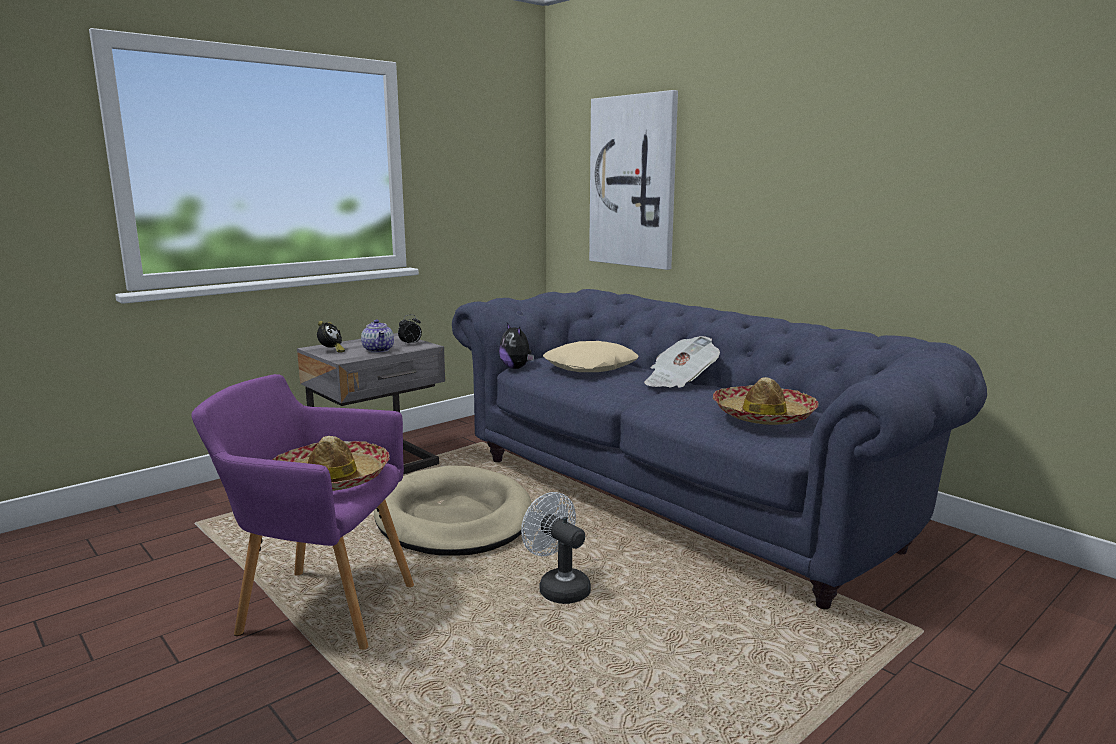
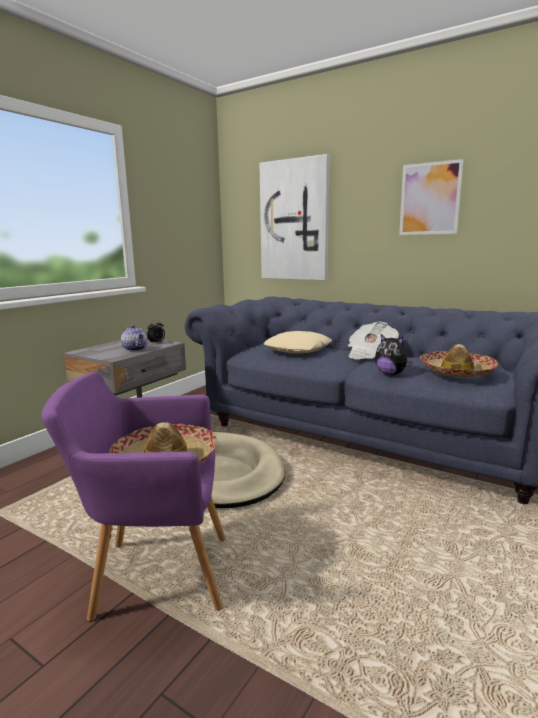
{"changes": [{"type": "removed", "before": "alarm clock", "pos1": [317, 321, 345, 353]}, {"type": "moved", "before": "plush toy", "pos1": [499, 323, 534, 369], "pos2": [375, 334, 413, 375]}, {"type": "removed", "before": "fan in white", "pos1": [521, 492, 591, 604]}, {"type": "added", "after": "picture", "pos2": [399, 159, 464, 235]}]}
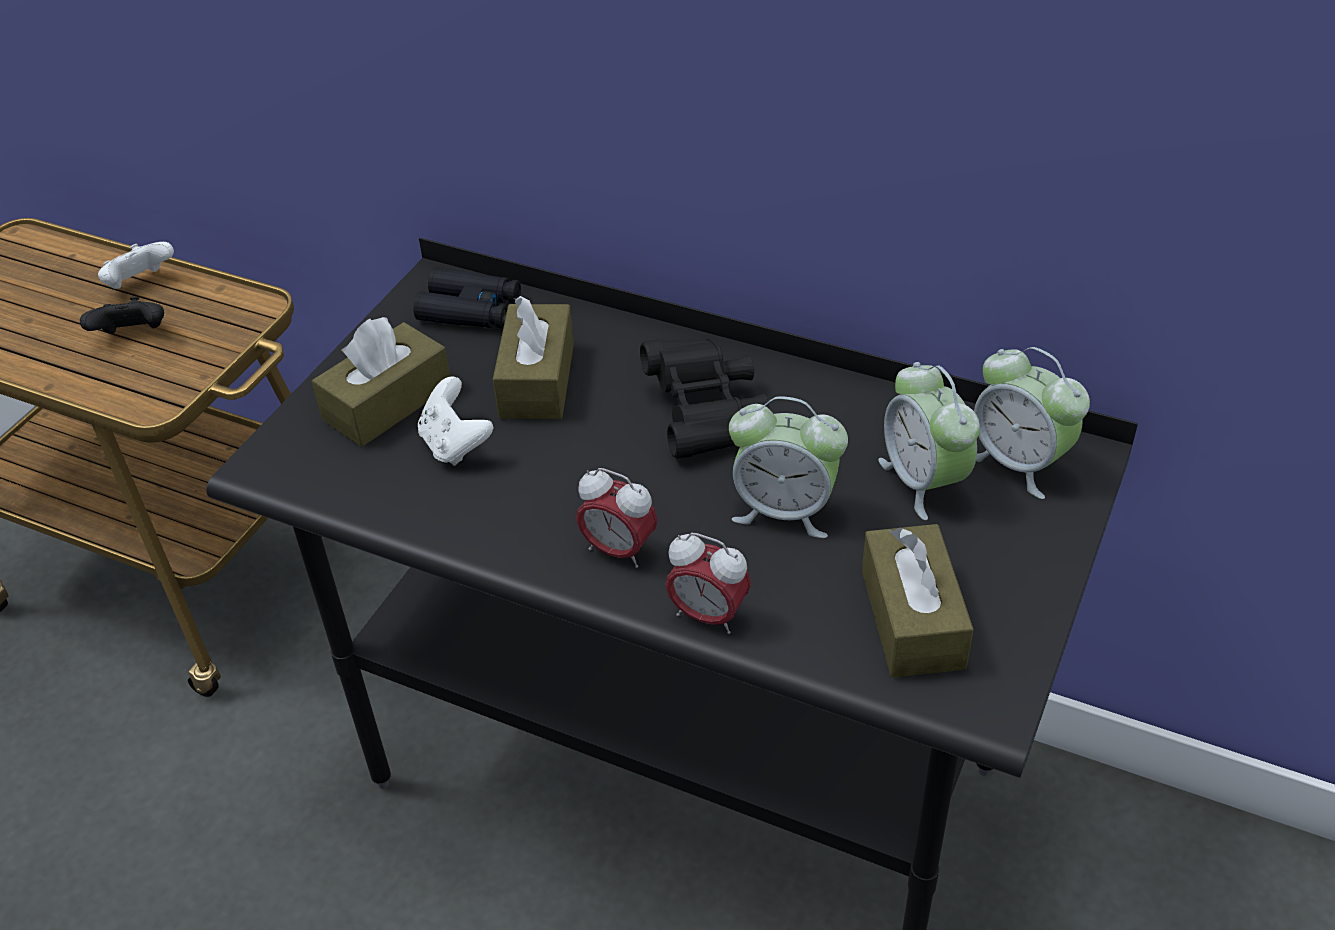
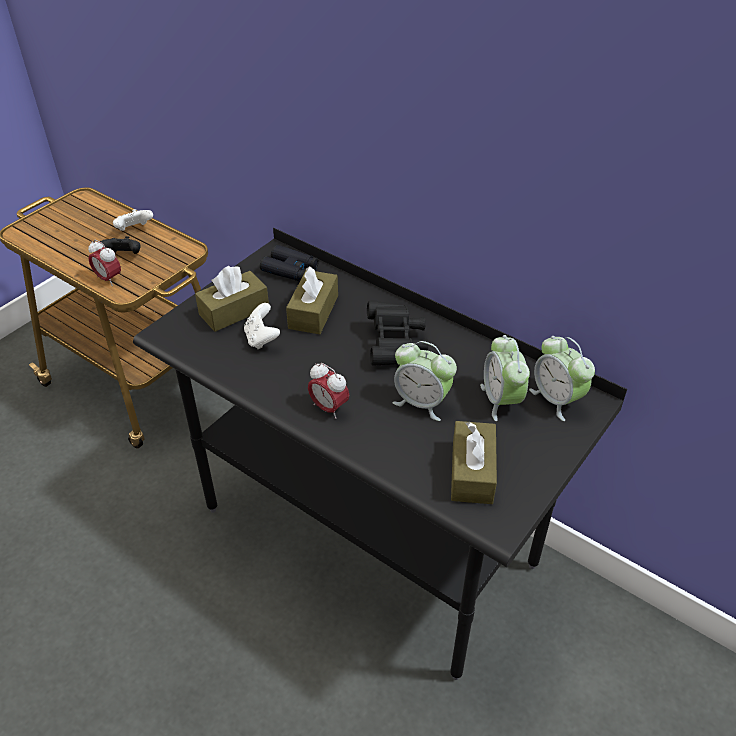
{"changes": [{"type": "moved", "before": "alarm clock", "pos1": [665, 533, 751, 634], "pos2": [88, 240, 121, 286]}]}
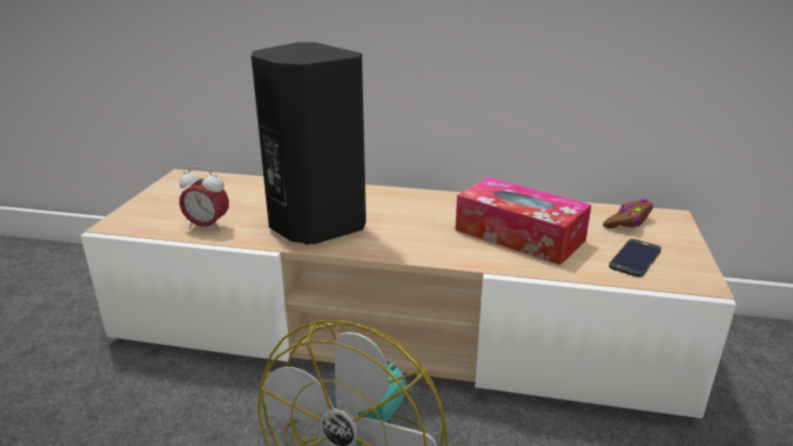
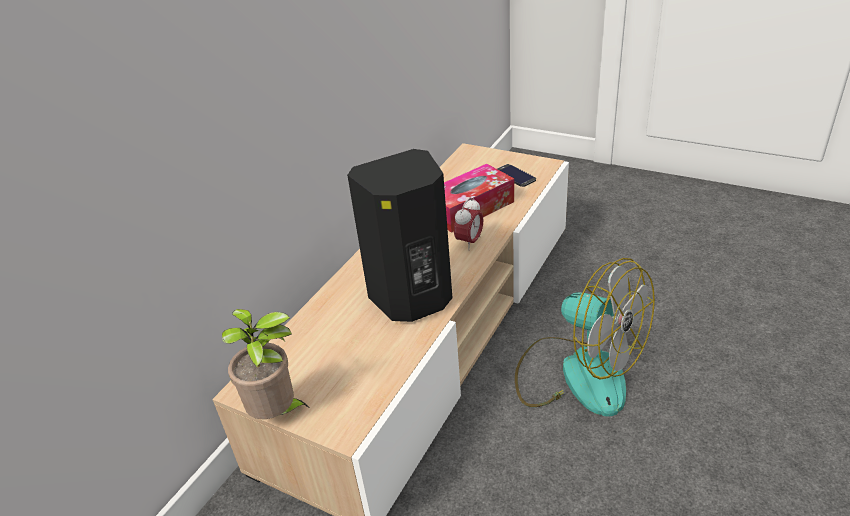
{"changes": [{"type": "moved", "before": "alarm clock", "pos1": [179, 166, 229, 232], "pos2": [454, 197, 484, 250]}, {"type": "removed", "before": "game controller in brown", "pos1": [603, 199, 653, 228]}, {"type": "added", "after": "potted plant", "pos2": [222, 309, 308, 419]}]}
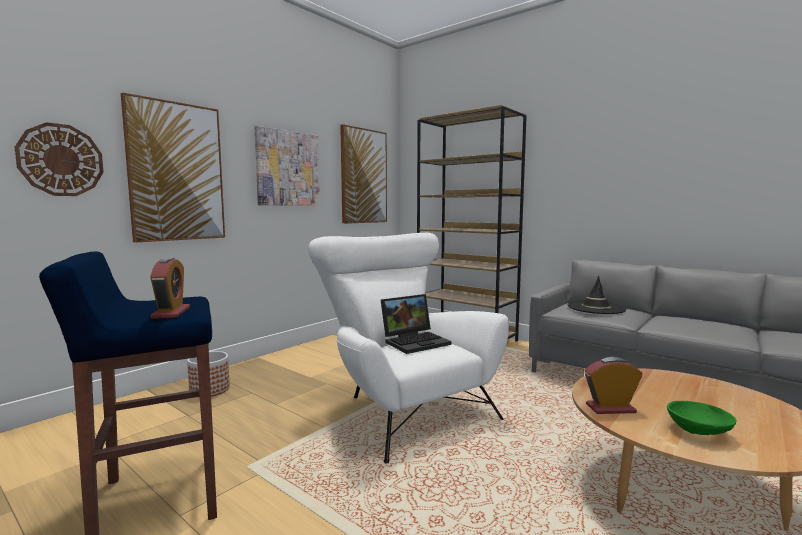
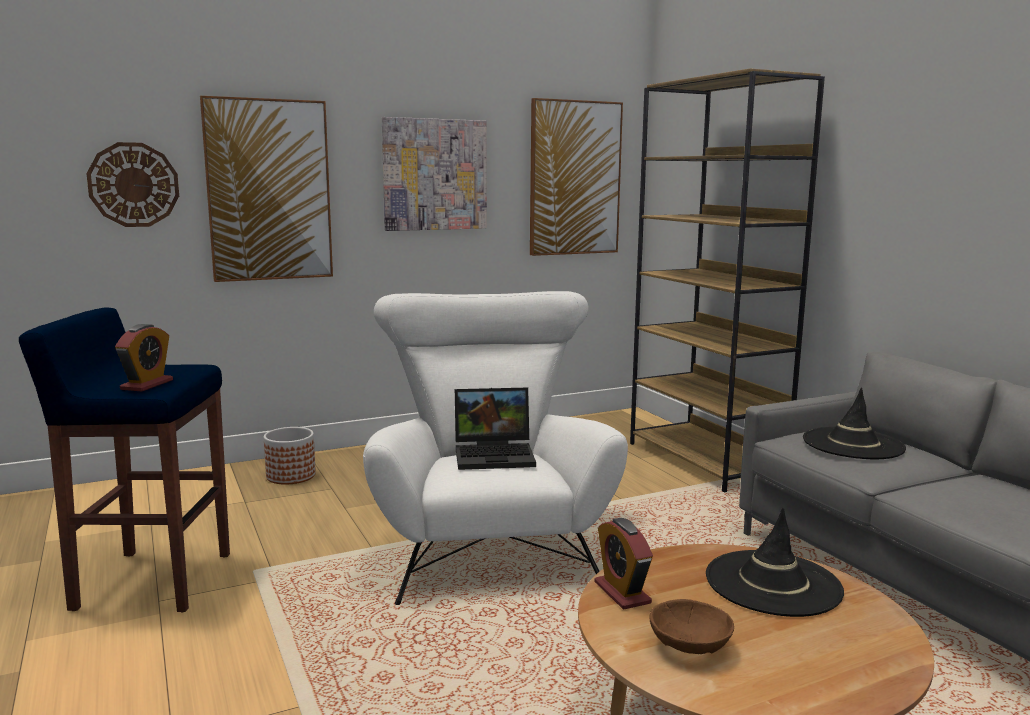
{"changes": [{"type": "turned", "before": "alarm clock", "pos1": [585, 357, 643, 414], "pos2": [594, 518, 653, 610], "turn": -135}, {"type": "recoloured", "before": "bowl in green", "after": "bowl in brown", "pos1": [667, 401, 736, 435], "pos2": [650, 599, 734, 654]}, {"type": "added", "after": "hat in black", "pos2": [706, 508, 844, 617]}]}
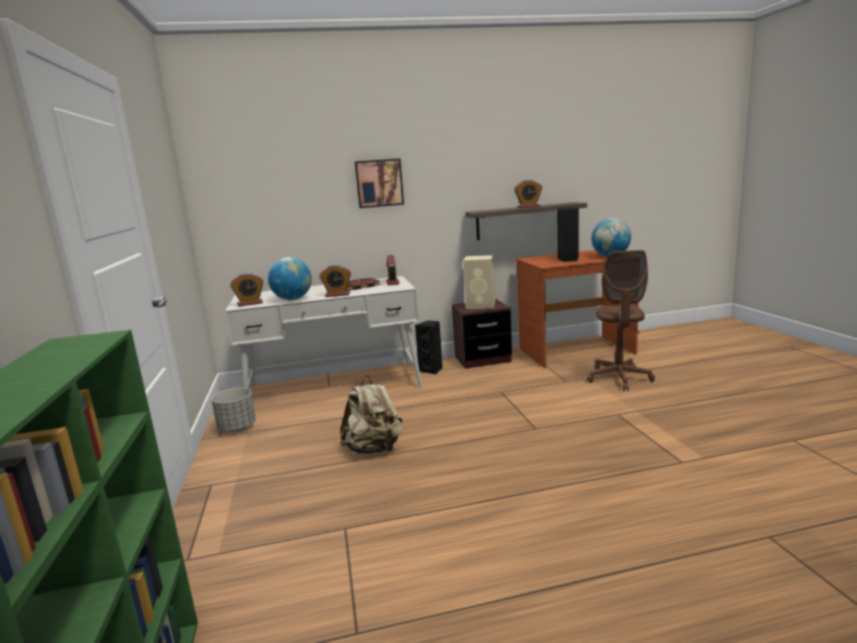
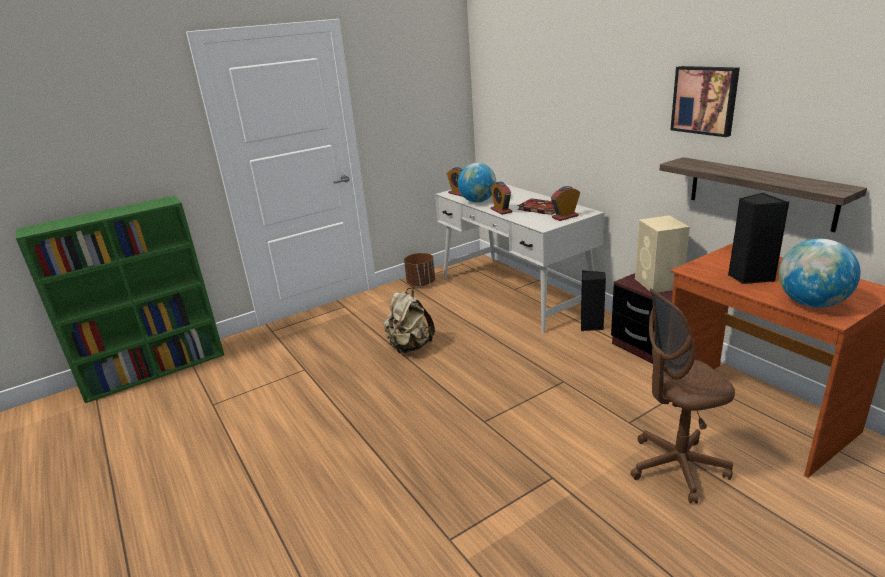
{"changes": [{"type": "moved", "before": "picture", "pos1": [355, 159, 404, 208], "pos2": [670, 66, 740, 137]}, {"type": "removed", "before": "alarm clock", "pos1": [514, 180, 542, 208]}, {"type": "recoloured", "before": "planter in grey", "after": "planter in brown", "pos1": [211, 388, 256, 432], "pos2": [404, 253, 435, 286]}]}
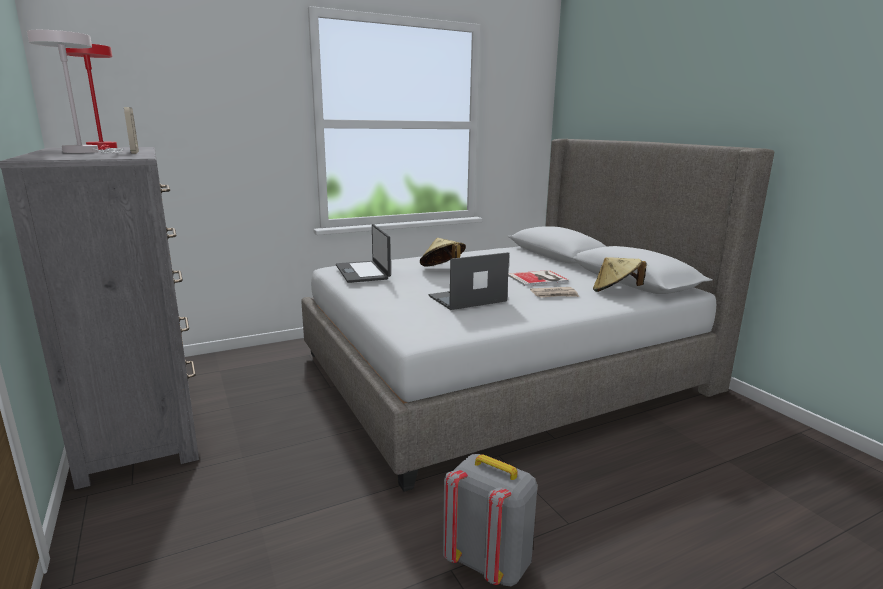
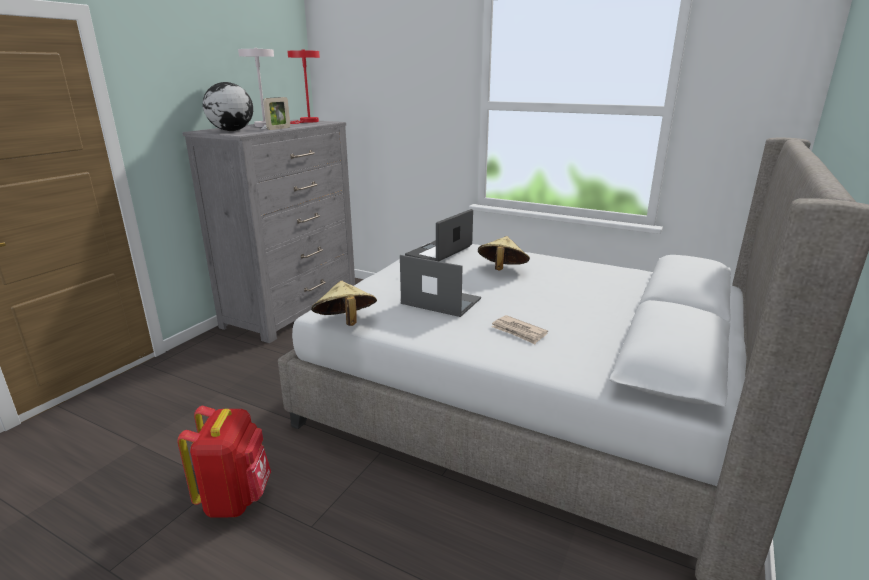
{"changes": [{"type": "moved", "before": "hat in beige", "pos1": [593, 257, 647, 292], "pos2": [311, 281, 377, 326]}, {"type": "removed", "before": "book", "pos1": [508, 270, 569, 286]}, {"type": "recoloured", "before": "backpack in grey", "after": "backpack in red", "pos1": [443, 454, 537, 586], "pos2": [177, 406, 271, 518]}, {"type": "added", "after": "globe", "pos2": [203, 82, 253, 131]}]}
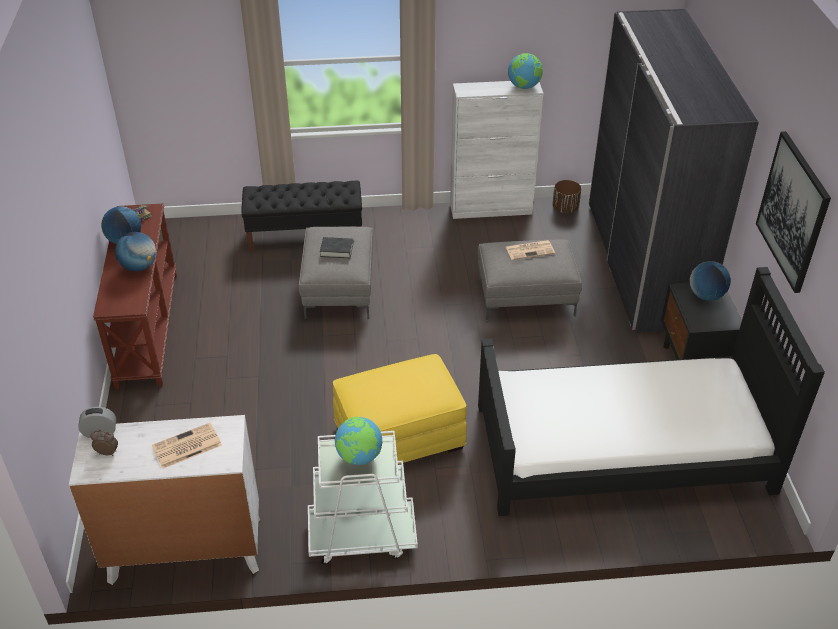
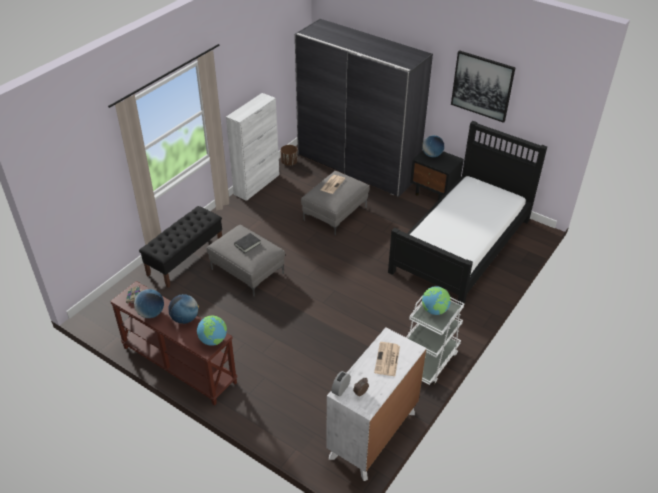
{"changes": [{"type": "moved", "before": "globe", "pos1": [508, 53, 543, 89], "pos2": [197, 315, 227, 346]}, {"type": "removed", "before": "ottoman in yellow", "pos1": [333, 354, 467, 464]}]}
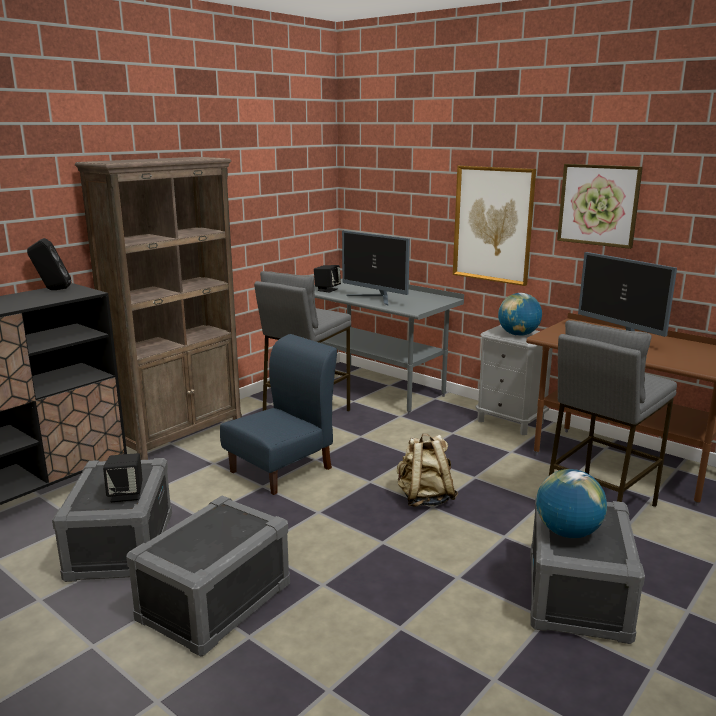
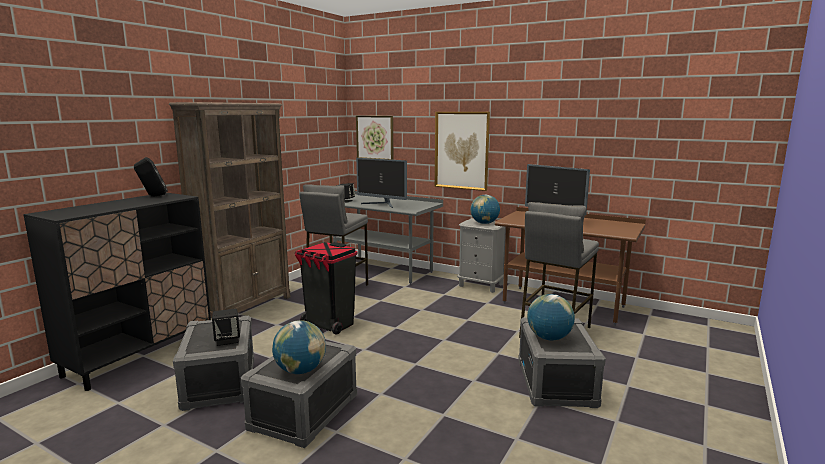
{"changes": [{"type": "moved", "before": "picture", "pos1": [557, 164, 643, 249], "pos2": [356, 116, 393, 160]}, {"type": "replaced", "before": "chair in blue", "after": "trash can in black", "pos1": [220, 334, 337, 495], "pos2": [295, 242, 357, 335]}, {"type": "removed", "before": "backpack in beige", "pos1": [397, 433, 458, 507]}, {"type": "added", "after": "globe", "pos2": [272, 320, 326, 374]}]}
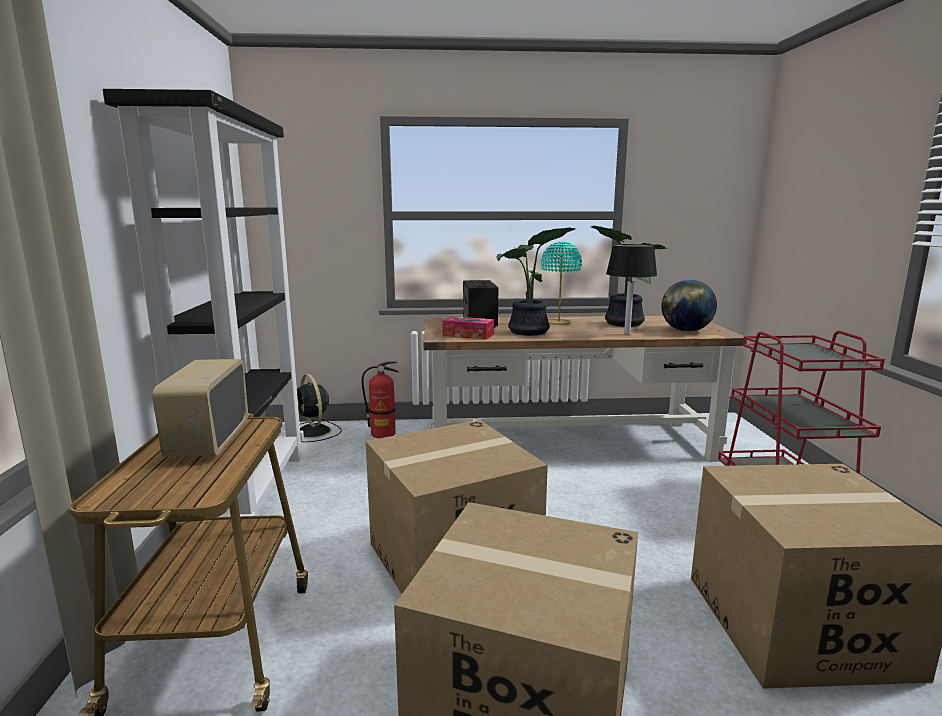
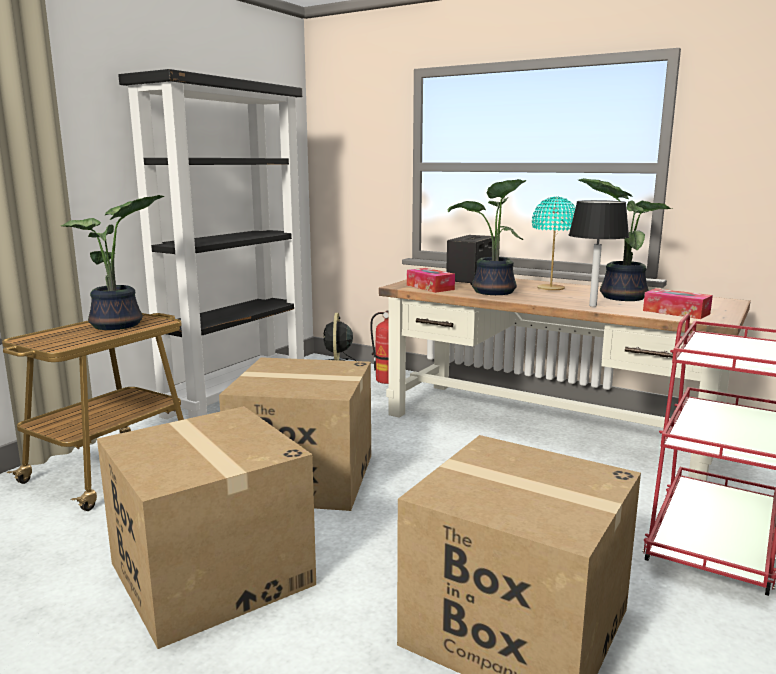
{"changes": [{"type": "replaced", "before": "globe", "after": "tissue box", "pos1": [661, 280, 717, 332], "pos2": [643, 288, 713, 319]}, {"type": "replaced", "before": "radio", "after": "potted plant", "pos1": [152, 359, 248, 458], "pos2": [61, 195, 164, 330]}]}
